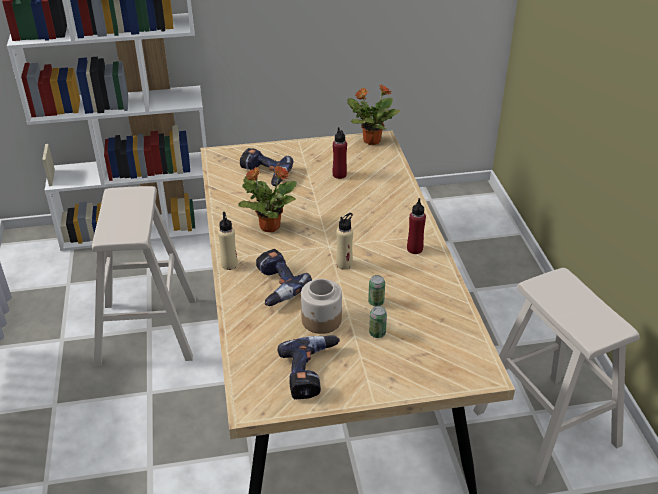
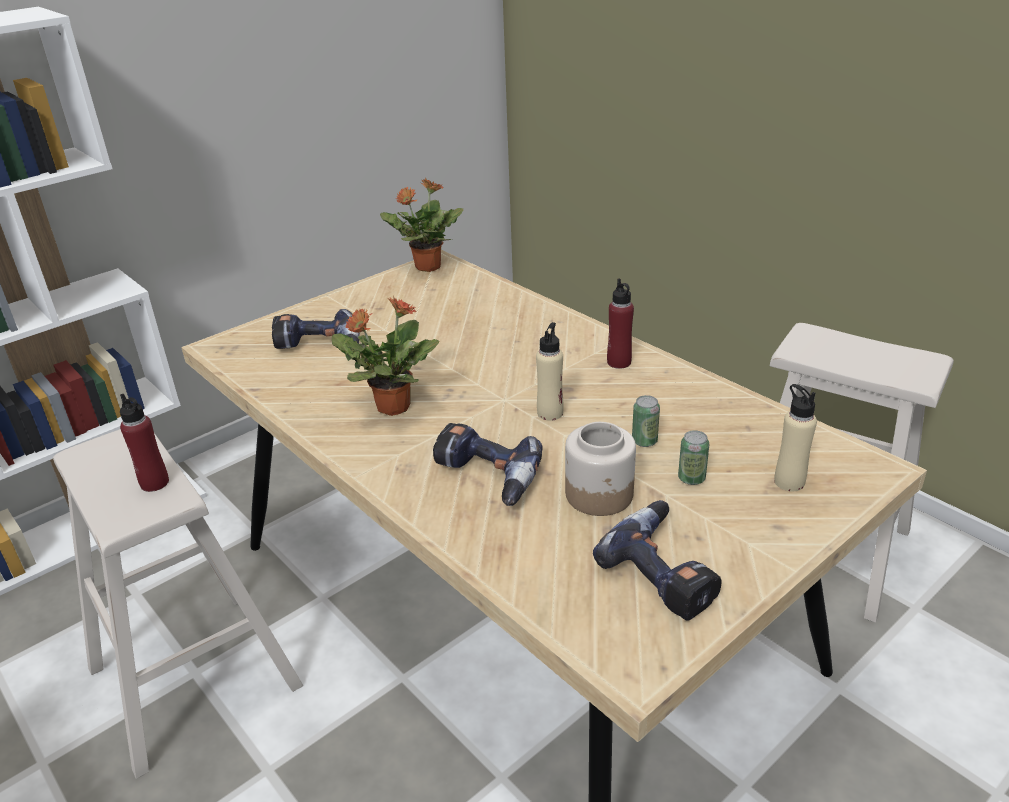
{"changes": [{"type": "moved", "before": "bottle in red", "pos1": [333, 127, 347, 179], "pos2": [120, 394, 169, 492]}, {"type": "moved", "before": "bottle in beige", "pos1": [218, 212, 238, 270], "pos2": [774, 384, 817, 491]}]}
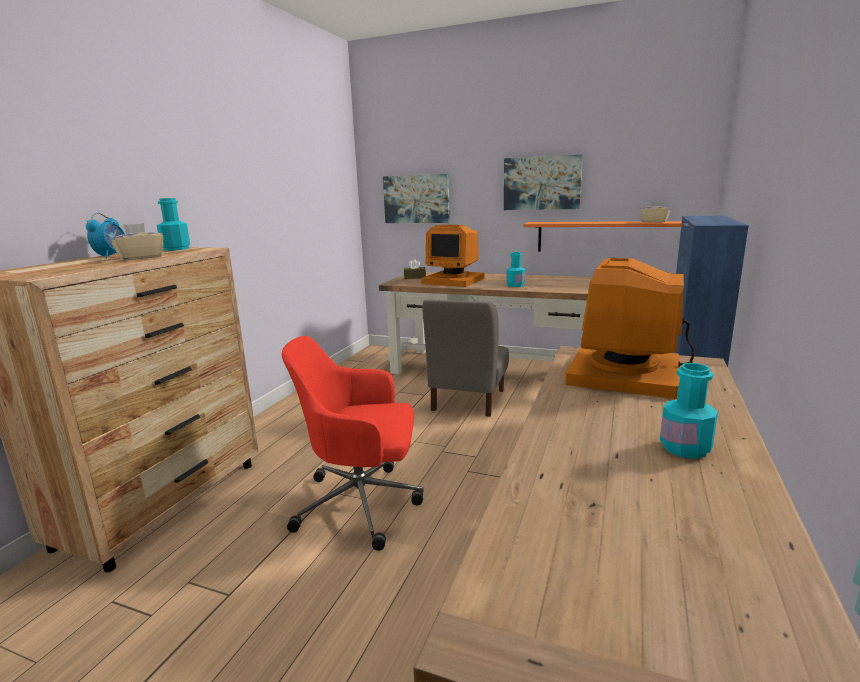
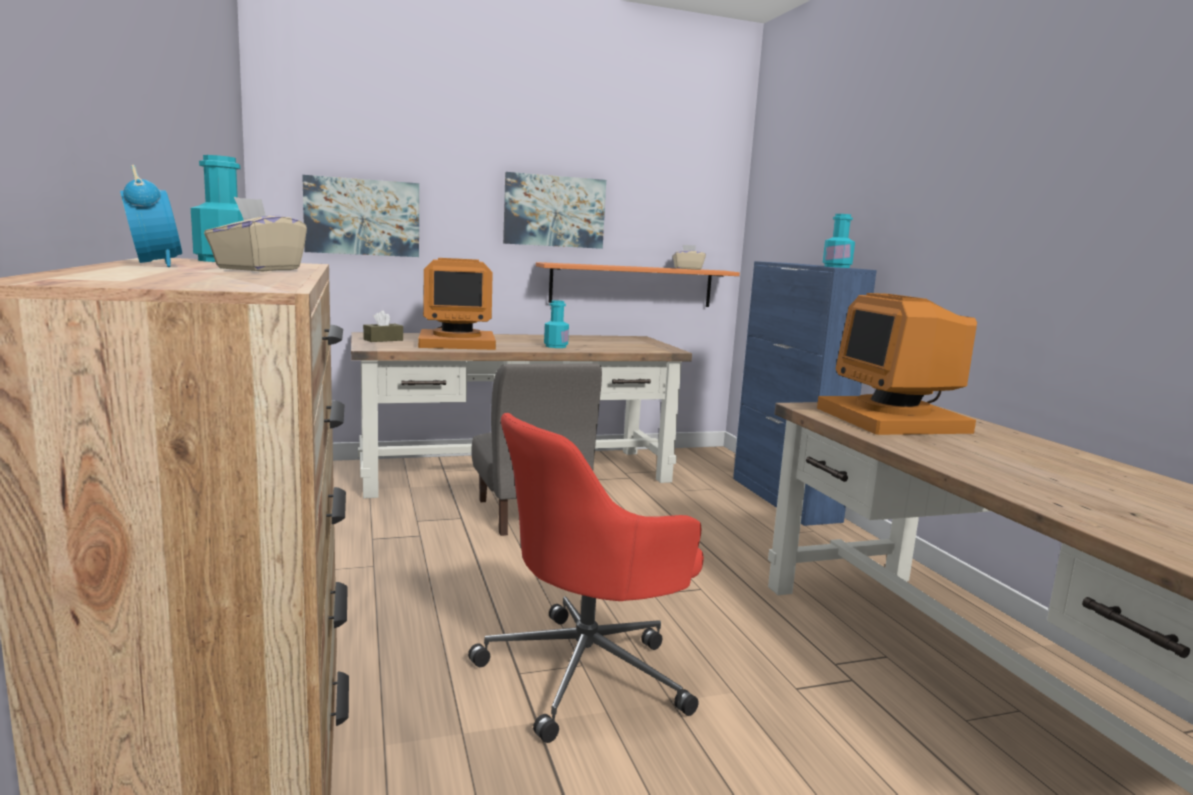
{"changes": [{"type": "moved", "before": "bottle in turquoise", "pos1": [660, 363, 718, 459], "pos2": [823, 214, 855, 268]}]}
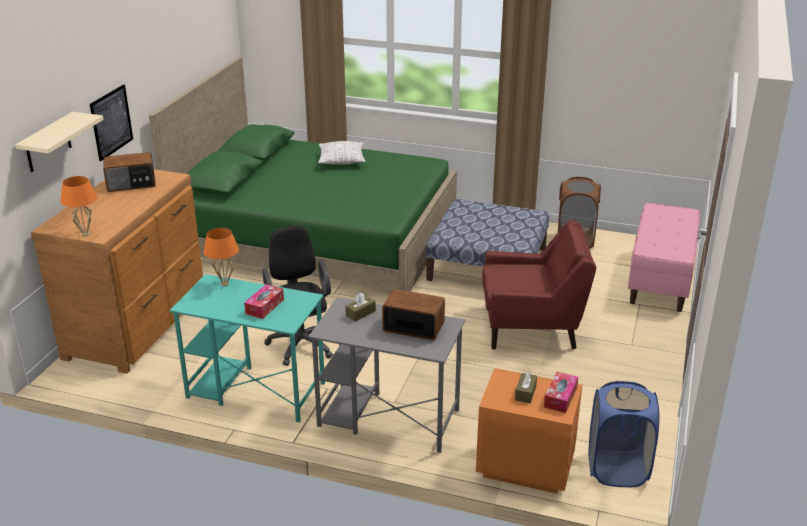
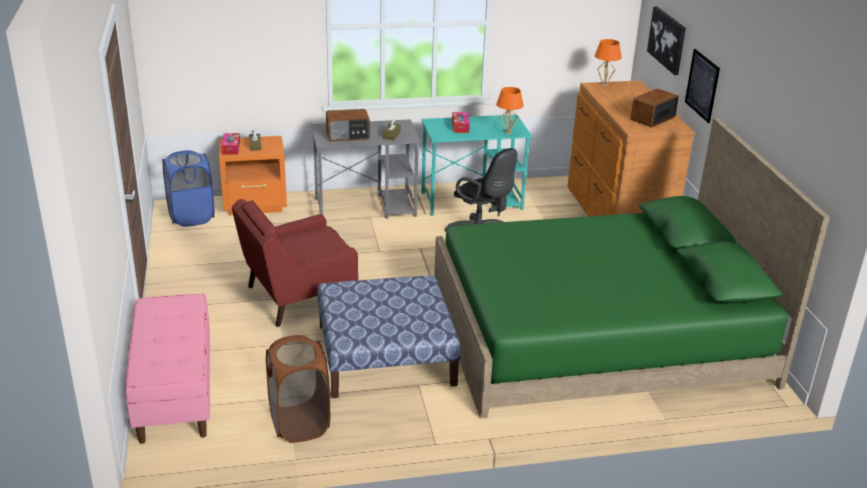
{"changes": [{"type": "replaced", "before": "shelf in beige", "after": "picture", "pos1": [15, 112, 104, 172], "pos2": [647, 7, 686, 75]}, {"type": "removed", "before": "pillow", "pos1": [318, 141, 366, 165]}]}
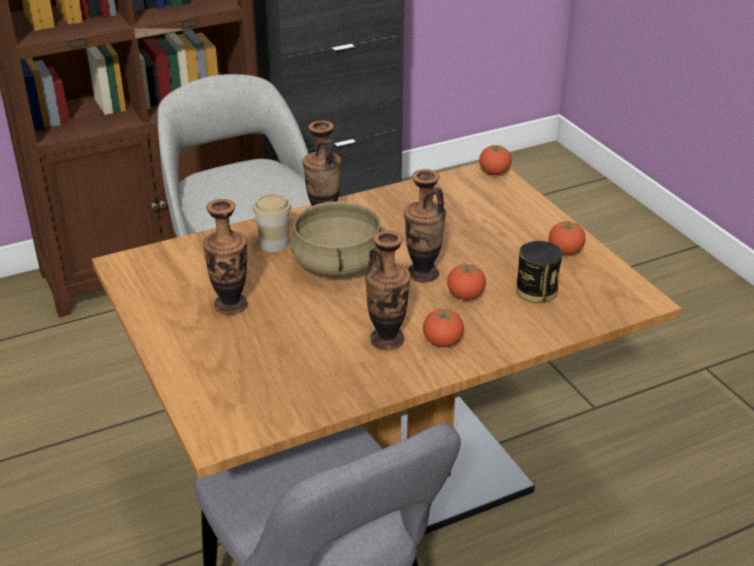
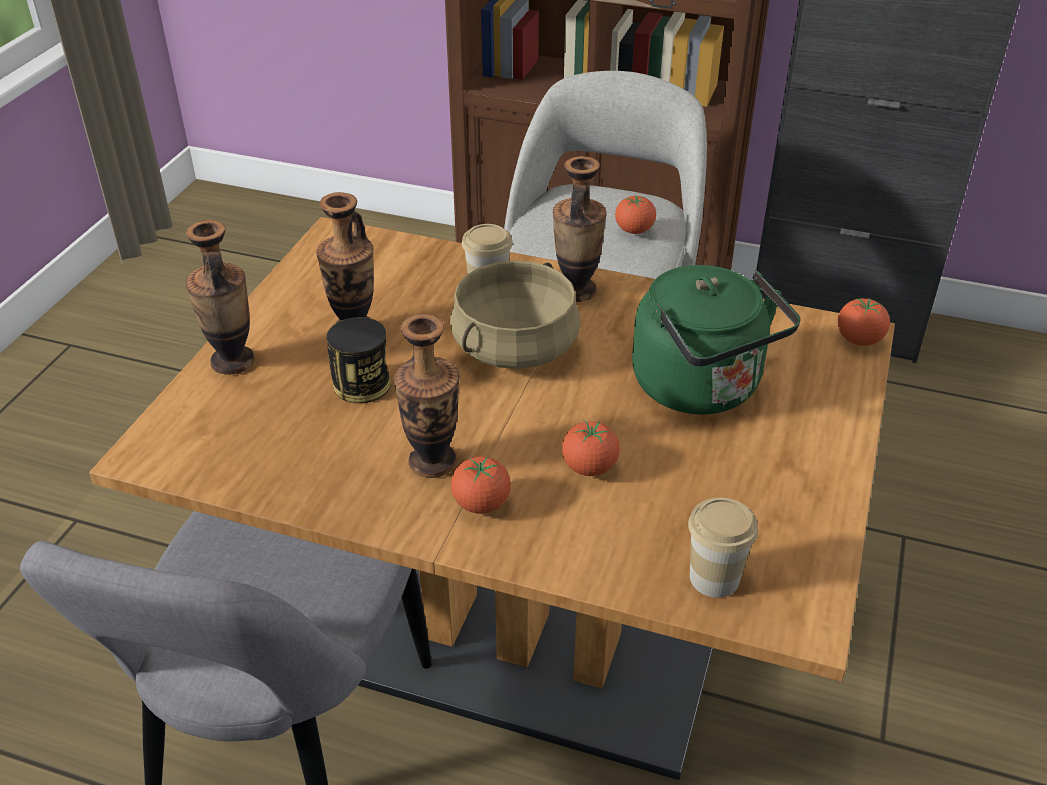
{"changes": [{"type": "moved", "before": "vase", "pos1": [404, 169, 446, 282], "pos2": [185, 220, 255, 375]}, {"type": "moved", "before": "tomato", "pos1": [549, 221, 586, 255], "pos2": [615, 195, 656, 234]}, {"type": "moved", "before": "can", "pos1": [516, 241, 562, 303], "pos2": [327, 317, 391, 403]}, {"type": "added", "after": "kettle in green", "pos2": [632, 265, 800, 415]}, {"type": "added", "after": "cup", "pos2": [688, 498, 758, 598]}]}
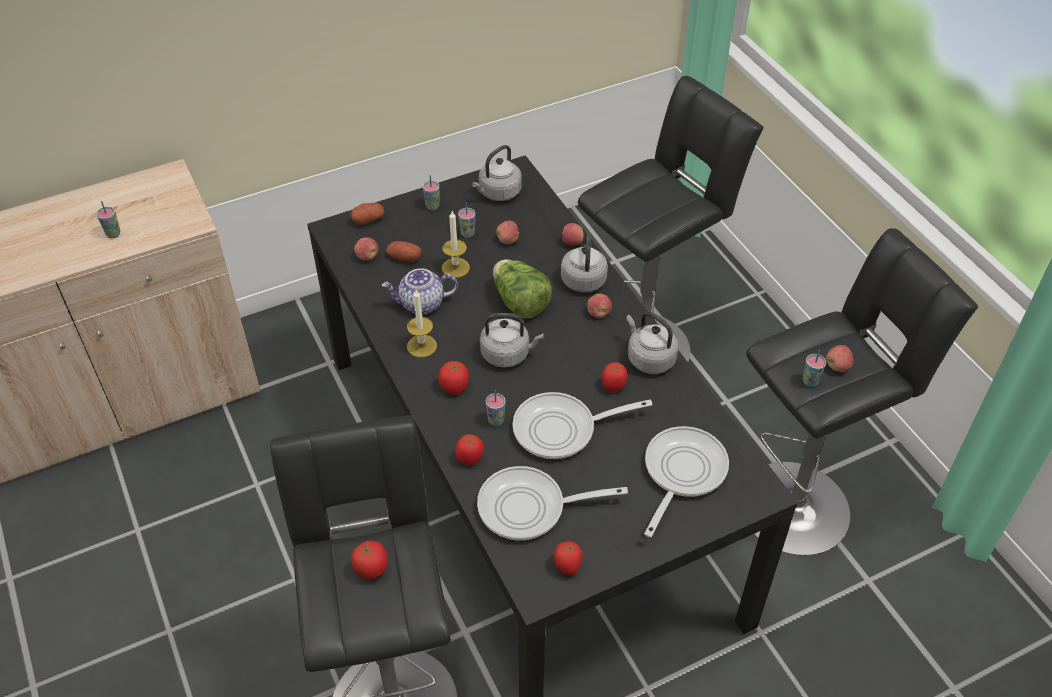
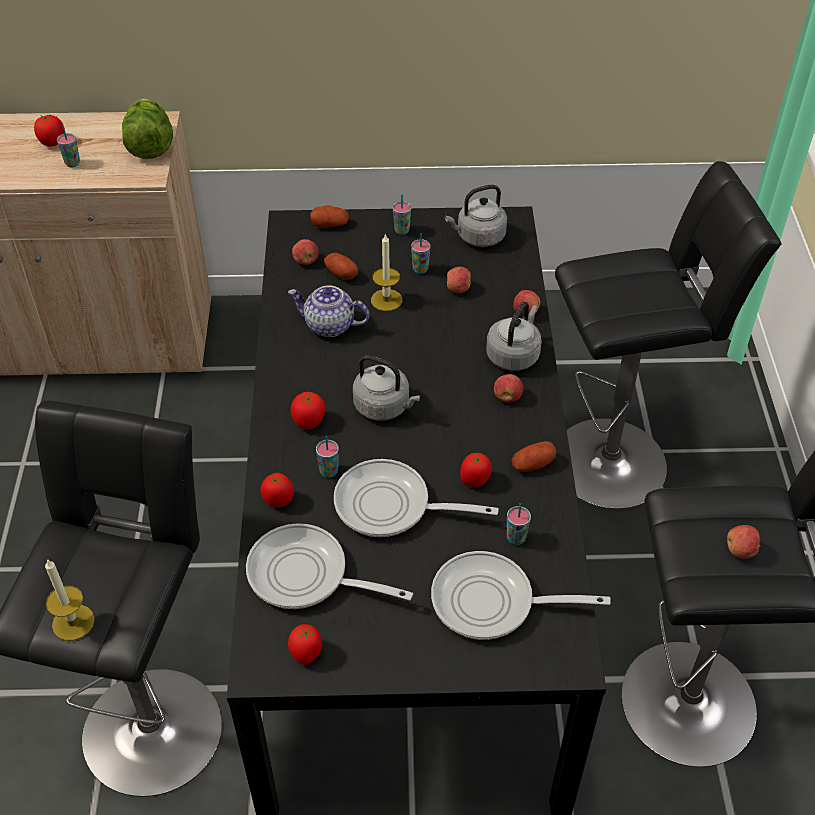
{"changes": [{"type": "moved", "before": "lettuce", "pos1": [493, 259, 552, 318], "pos2": [122, 99, 173, 159]}, {"type": "moved", "before": "candle", "pos1": [407, 290, 437, 357], "pos2": [45, 559, 95, 641]}, {"type": "replaced", "before": "kettle in grey", "after": "potato", "pos1": [626, 312, 678, 374], "pos2": [512, 441, 557, 472]}, {"type": "moved", "before": "cup", "pos1": [802, 350, 826, 387], "pos2": [507, 503, 531, 545]}, {"type": "turned", "before": "frying pan", "pos1": [644, 426, 729, 537], "pos2": [431, 551, 610, 640], "turn": -135}, {"type": "moved", "before": "tomato", "pos1": [351, 541, 388, 579], "pos2": [34, 115, 65, 146]}]}
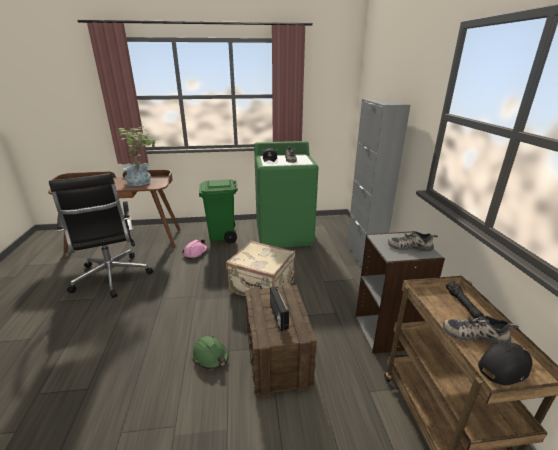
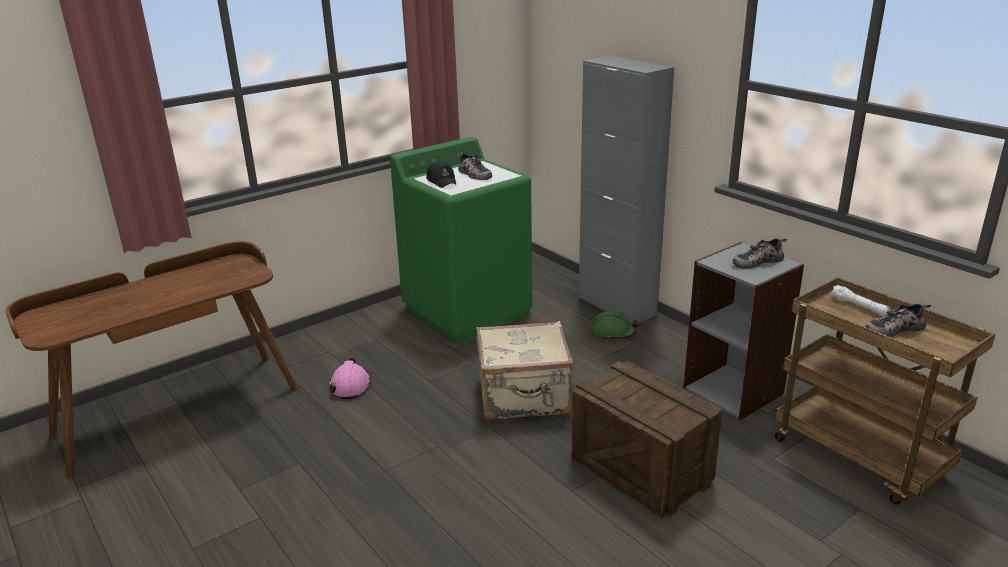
{"changes": [{"type": "removed", "before": "potted plant", "pos1": [119, 126, 158, 186]}, {"type": "removed", "before": "office chair in black", "pos1": [49, 173, 153, 298]}, {"type": "removed", "before": "trash can in green", "pos1": [199, 180, 238, 243]}, {"type": "recoloured", "before": "flashlight in black", "after": "flashlight in white", "pos1": [446, 281, 484, 318], "pos2": [831, 285, 890, 316]}, {"type": "removed", "before": "radio", "pos1": [270, 286, 289, 331]}, {"type": "moved", "before": "hard hat in green", "pos1": [193, 336, 228, 369], "pos2": [590, 311, 639, 340]}, {"type": "removed", "before": "cap in black", "pos1": [478, 342, 532, 385]}]}
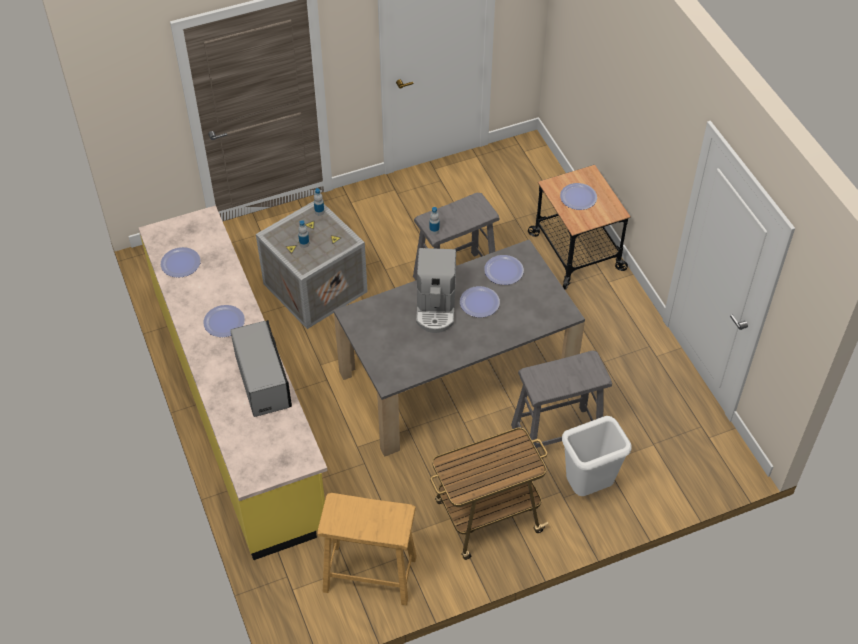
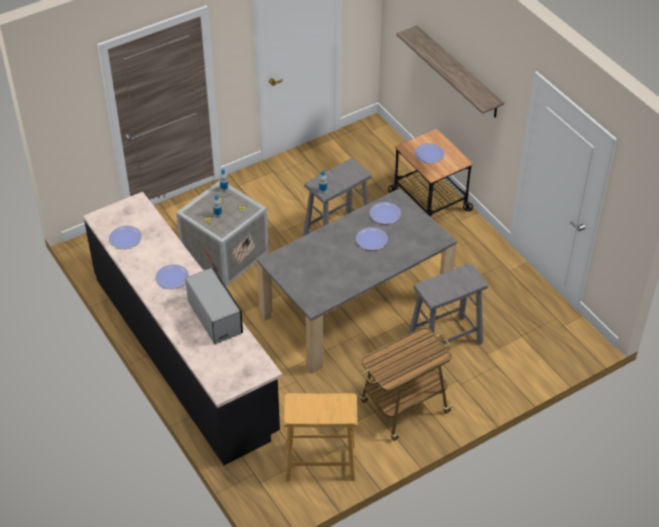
{"changes": [{"type": "recoloured", "before": "counter in yellow", "after": "counter in black", "pos1": [138, 205, 328, 560], "pos2": [83, 192, 282, 465]}, {"type": "removed", "before": "coffee machine", "pos1": [416, 248, 456, 333]}, {"type": "removed", "before": "trash can in white", "pos1": [562, 416, 631, 496]}, {"type": "added", "after": "shelf", "pos2": [396, 26, 504, 118]}]}
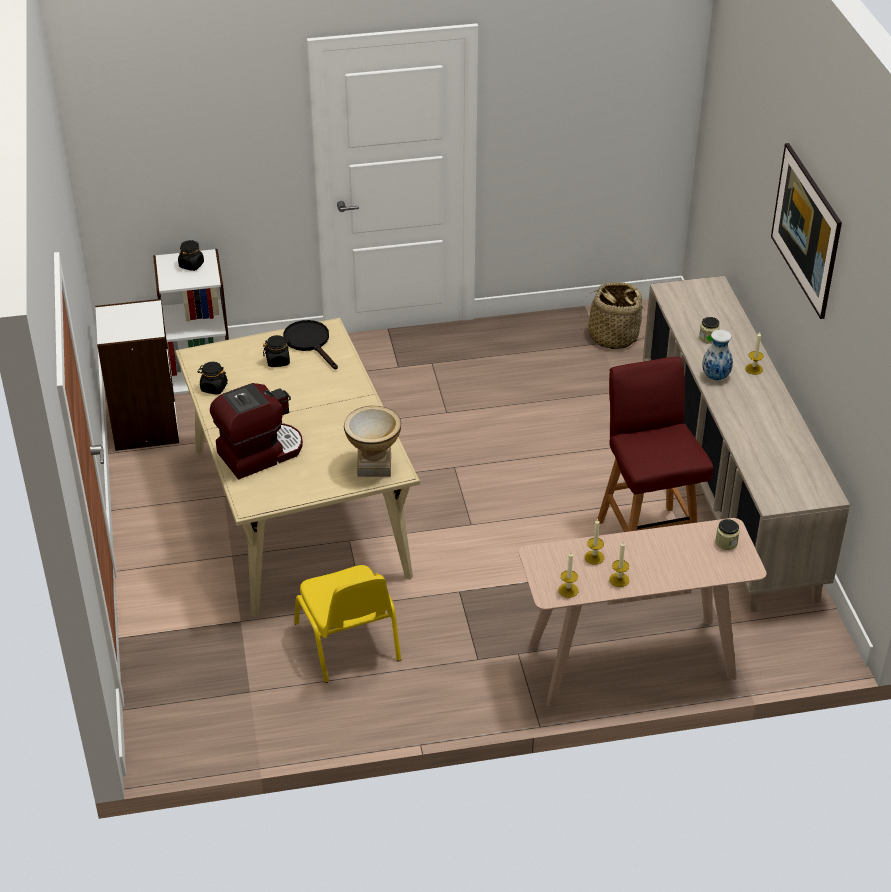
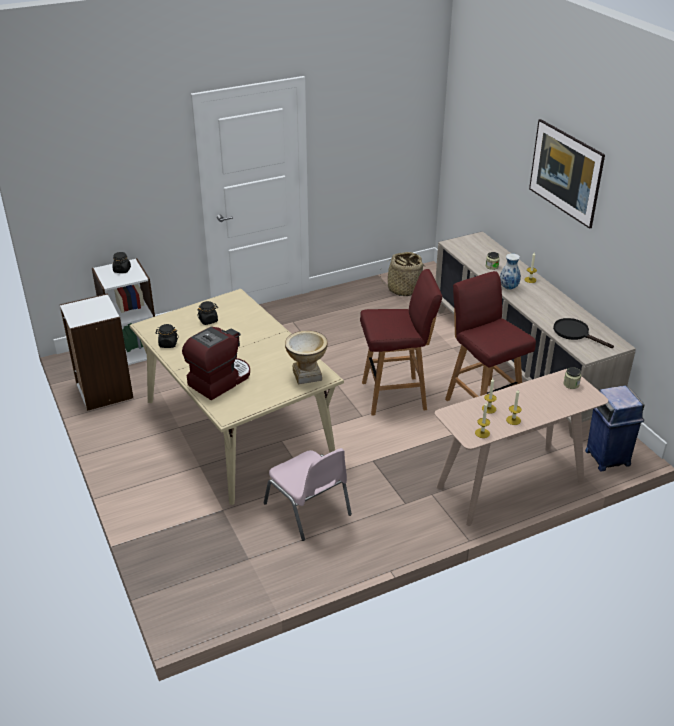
{"changes": [{"type": "moved", "before": "frying pan in black", "pos1": [283, 320, 338, 369], "pos2": [553, 318, 614, 348]}, {"type": "recoloured", "before": "chair in yellow", "after": "chair in pink", "pos1": [294, 565, 401, 683], "pos2": [264, 448, 352, 541]}, {"type": "added", "after": "stool in red", "pos2": [360, 269, 442, 416]}, {"type": "added", "after": "trash can in blue", "pos2": [585, 385, 645, 471]}]}
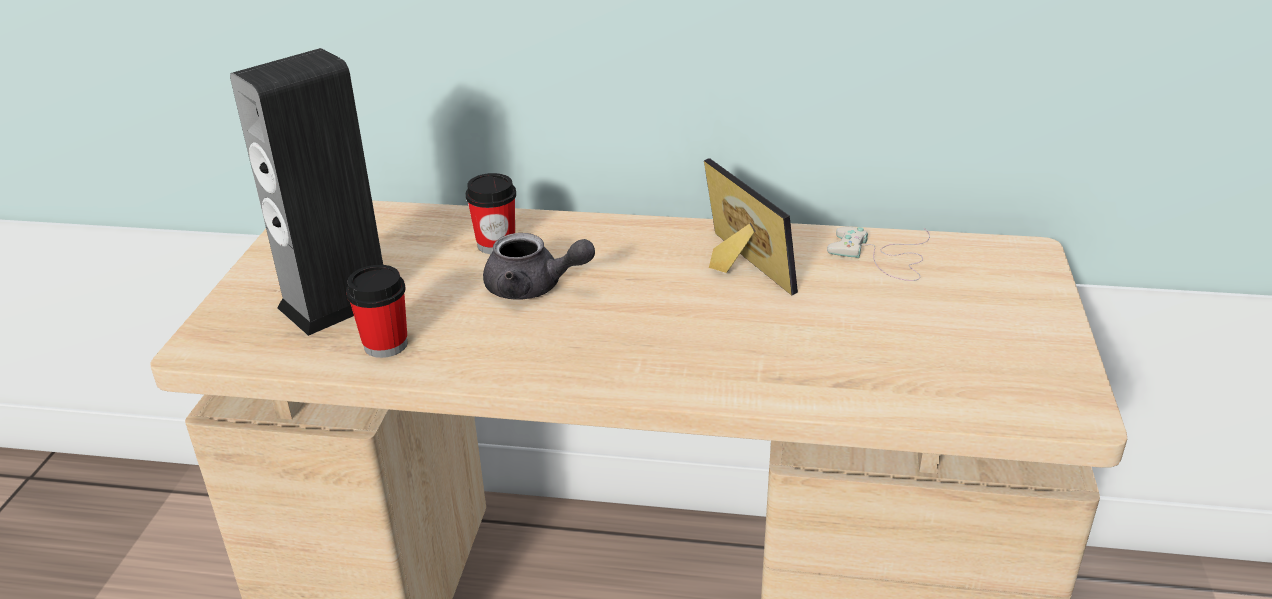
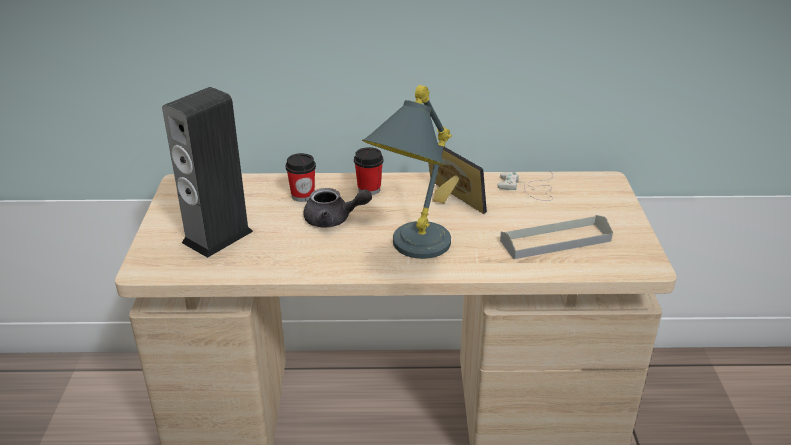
{"changes": [{"type": "moved", "before": "cup", "pos1": [346, 265, 408, 358], "pos2": [354, 147, 383, 195]}, {"type": "added", "after": "table lamp in grey", "pos2": [362, 85, 452, 259]}, {"type": "added", "after": "tray in grey", "pos2": [500, 215, 613, 259]}]}
